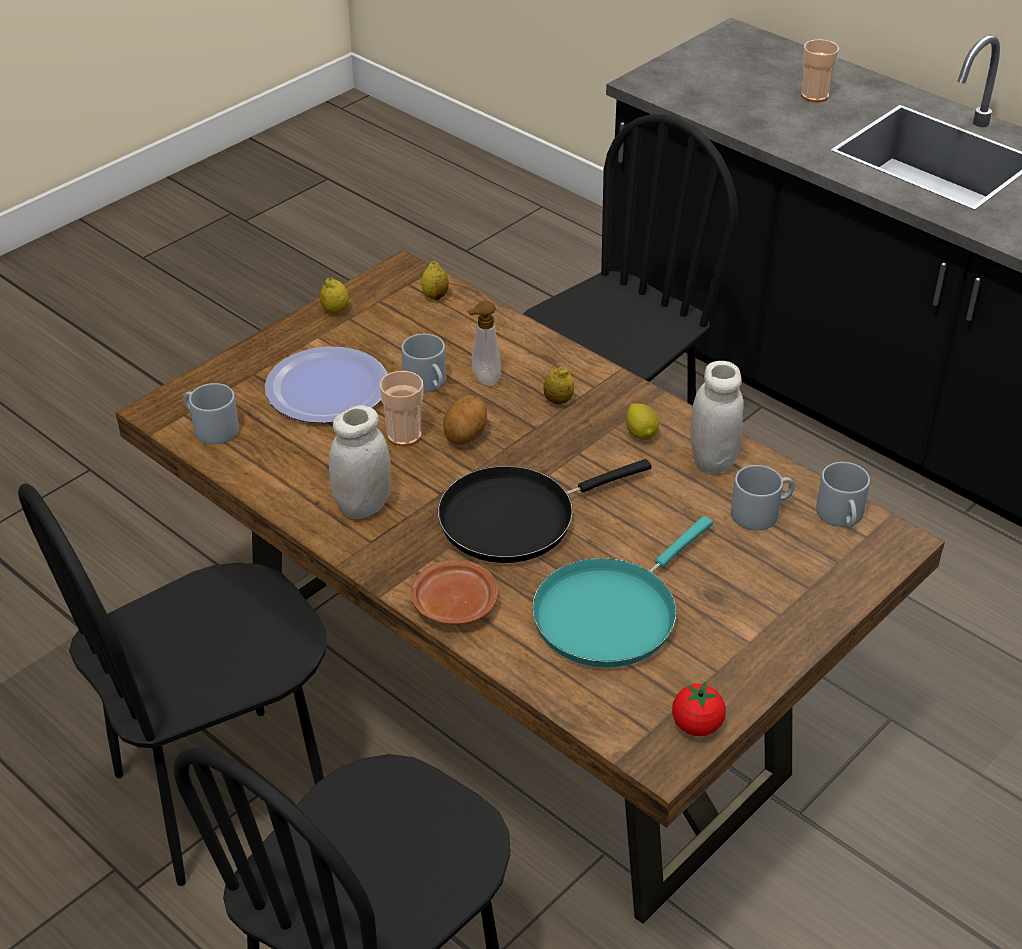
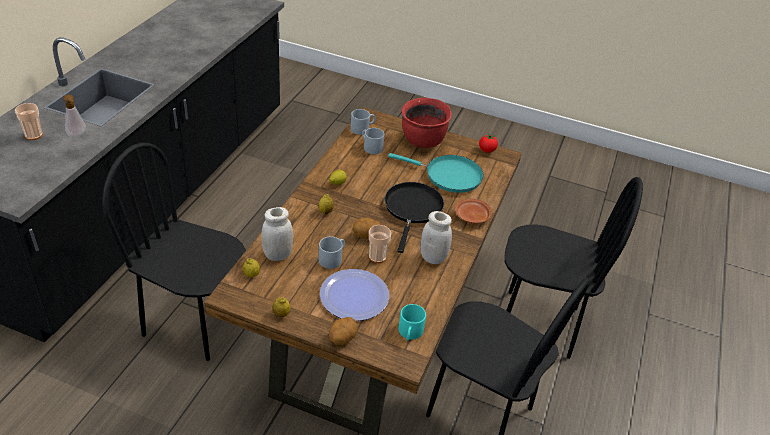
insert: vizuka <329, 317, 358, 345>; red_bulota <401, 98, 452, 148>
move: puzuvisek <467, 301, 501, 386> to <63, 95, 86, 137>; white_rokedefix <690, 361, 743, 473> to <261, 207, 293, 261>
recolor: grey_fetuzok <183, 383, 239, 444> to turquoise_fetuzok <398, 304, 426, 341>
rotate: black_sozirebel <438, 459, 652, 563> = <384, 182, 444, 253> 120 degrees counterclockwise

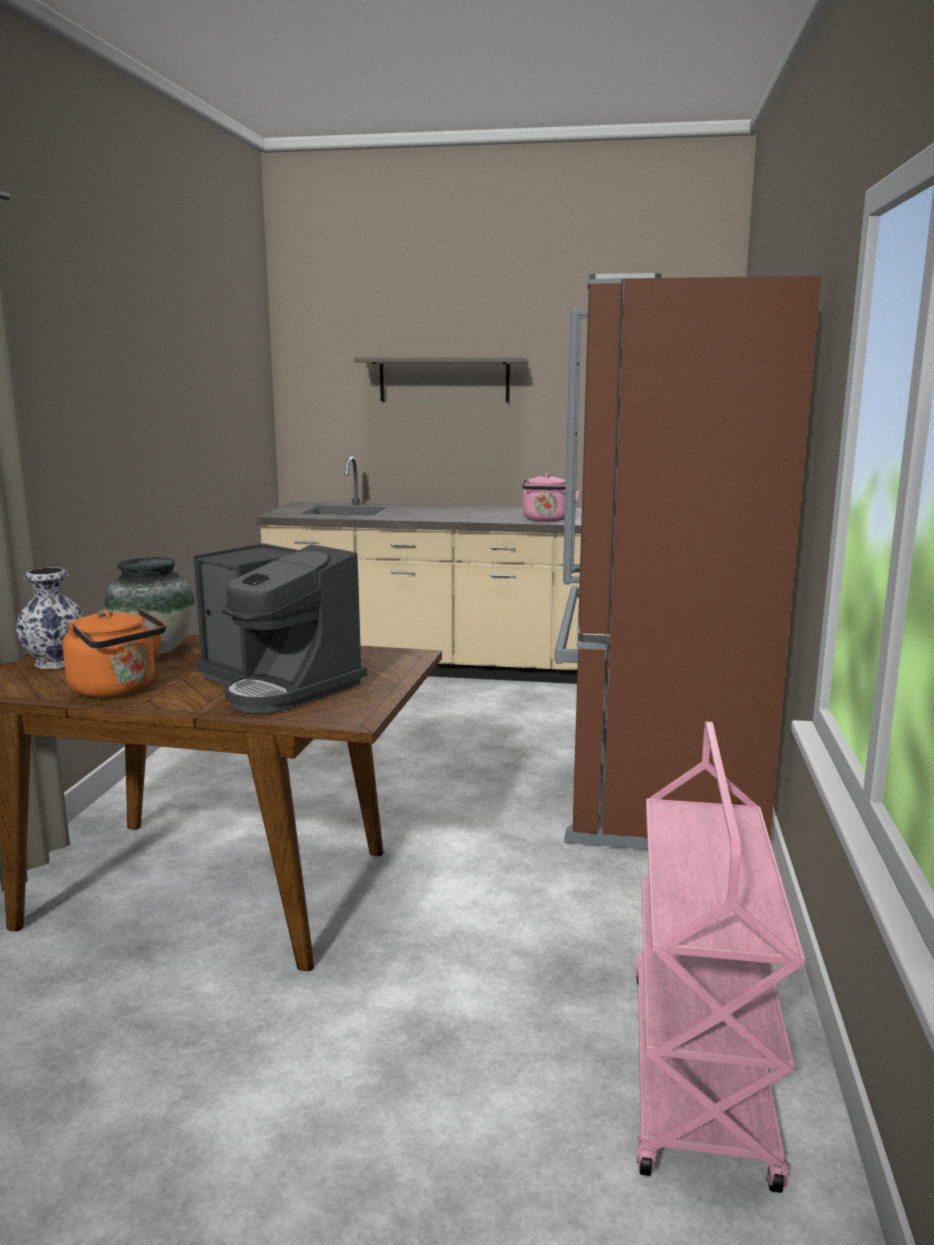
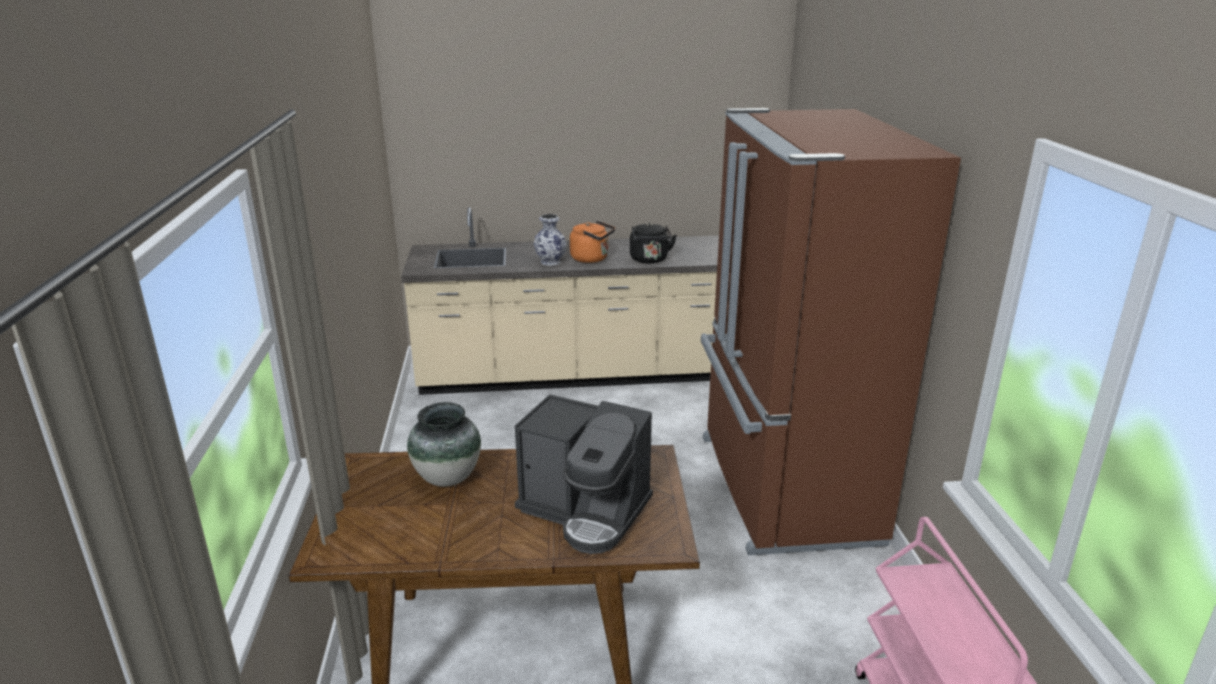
delete: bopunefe <354, 357, 526, 402>
move: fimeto <16, 568, 85, 669> to <534, 214, 567, 266>; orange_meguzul <63, 608, 166, 698> to <570, 220, 615, 263>
recolor: pink_meguzul <522, 473, 581, 522> to black_meguzul <630, 223, 677, 263>

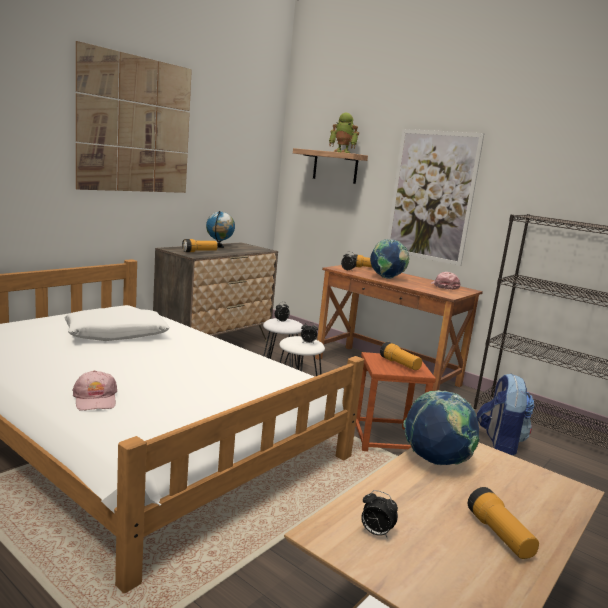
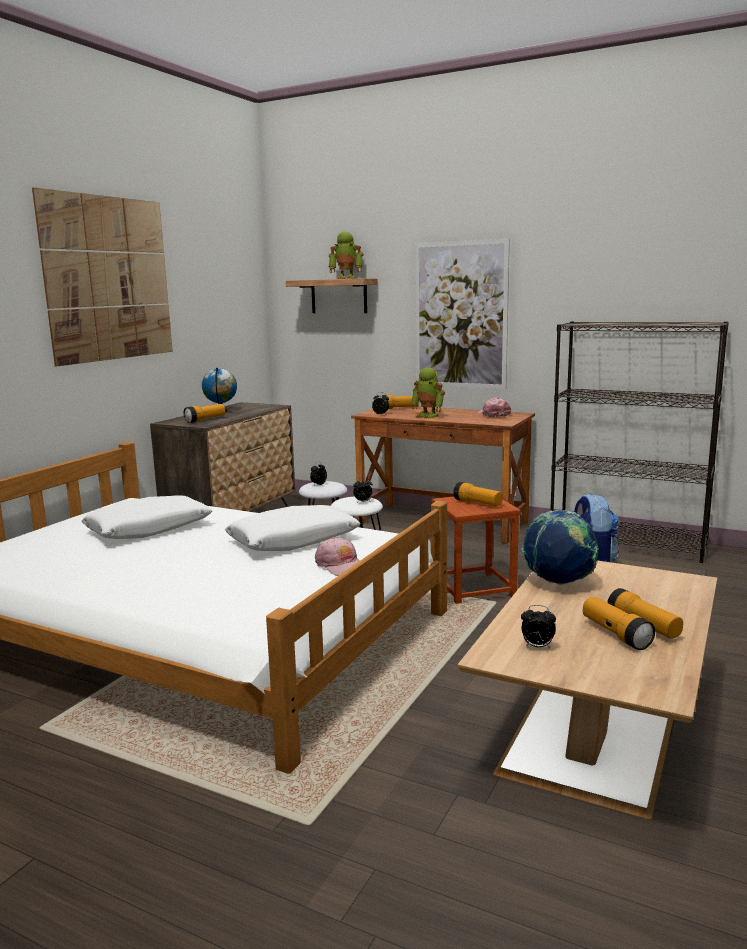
insert: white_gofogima <225, 505, 360, 551>; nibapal <583, 597, 655, 650>
move: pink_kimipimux <72, 370, 117, 411> to <315, 537, 360, 576>
replace: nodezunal <370, 239, 410, 279> to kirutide <411, 367, 445, 419>

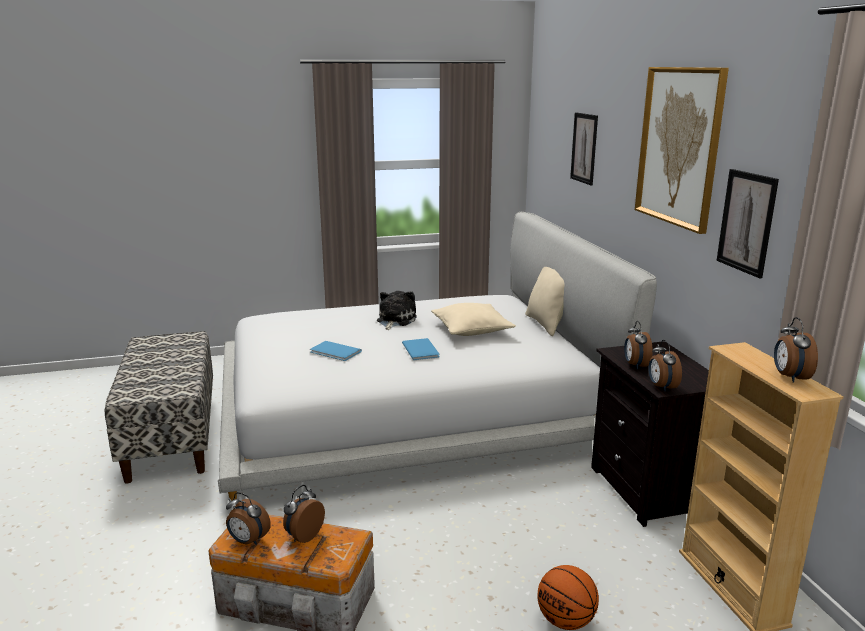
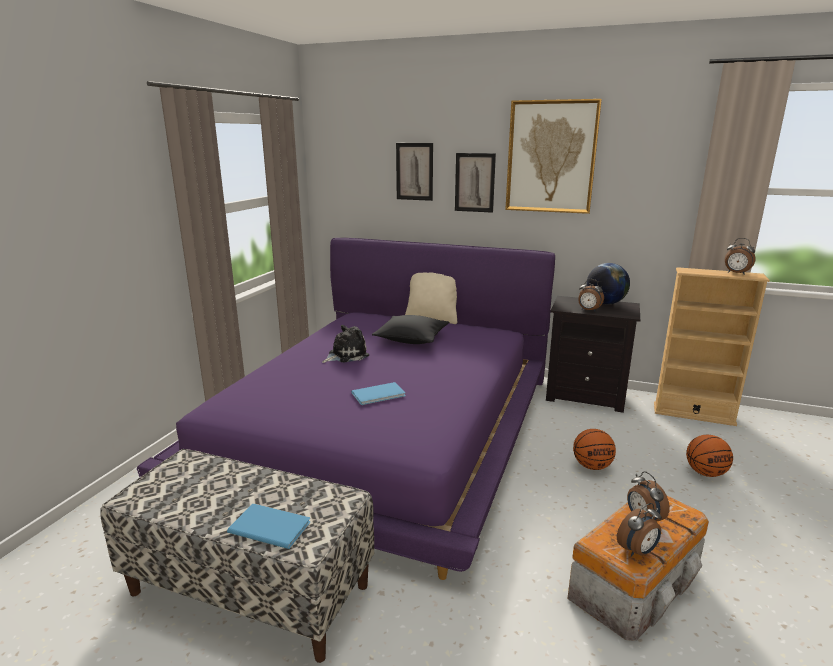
delete: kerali <648, 340, 682, 391>
insert: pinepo <573, 429, 616, 470>; nodezunal <586, 263, 630, 304>
move: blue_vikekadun <402, 338, 440, 360> to <227, 504, 311, 549>; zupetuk <716, 169, 779, 278> to <455, 153, 496, 213>
recolor: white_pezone <218, 212, 657, 500> to purple_pezone <137, 238, 555, 580>; beige_gofogima <431, 303, 516, 336> to black_gofogima <372, 315, 449, 344>
rotate: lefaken <377, 291, 417, 330> = <322, 325, 369, 363> 90 degrees clockwise

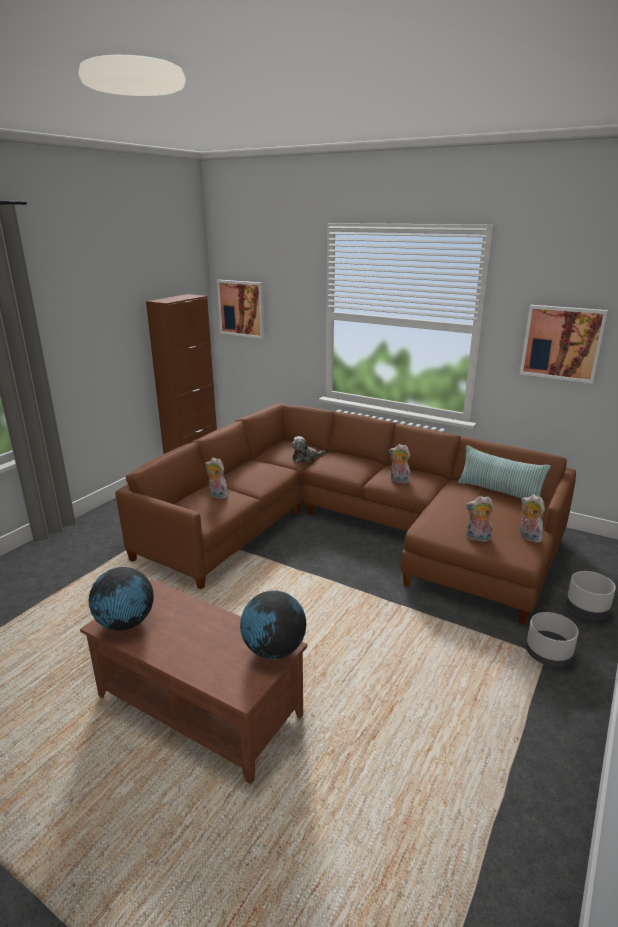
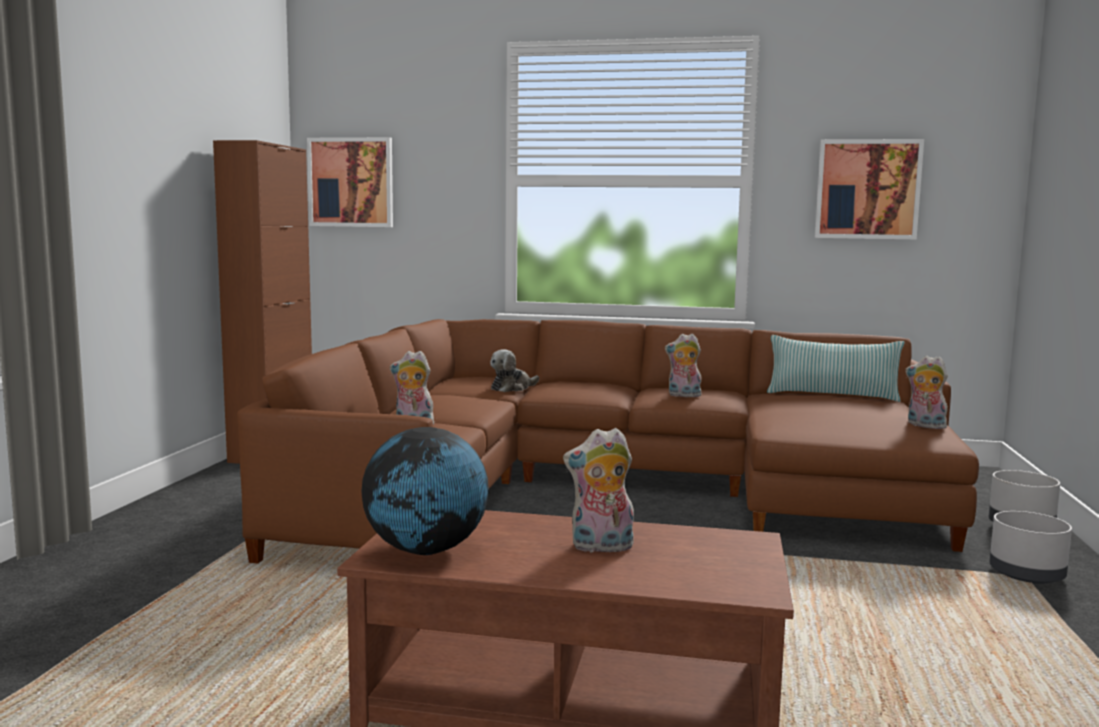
delete: nodezunal <240, 590, 306, 659>
move: lefaken <466, 496, 494, 542> to <563, 428, 634, 552>

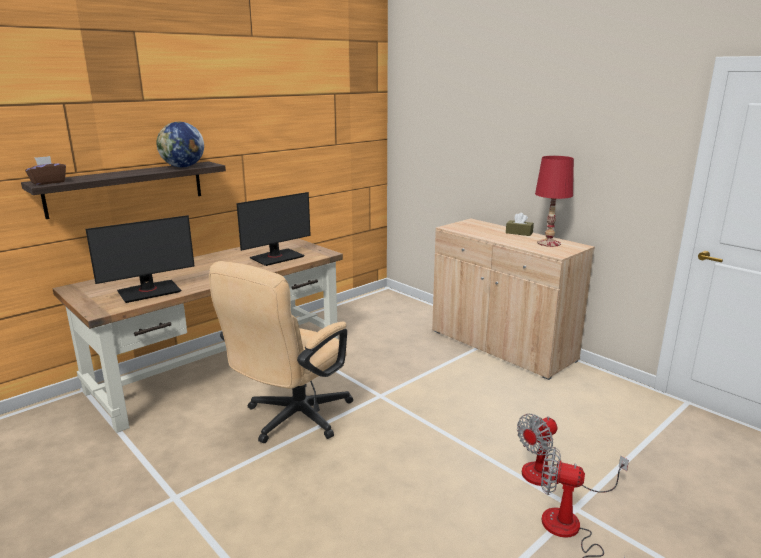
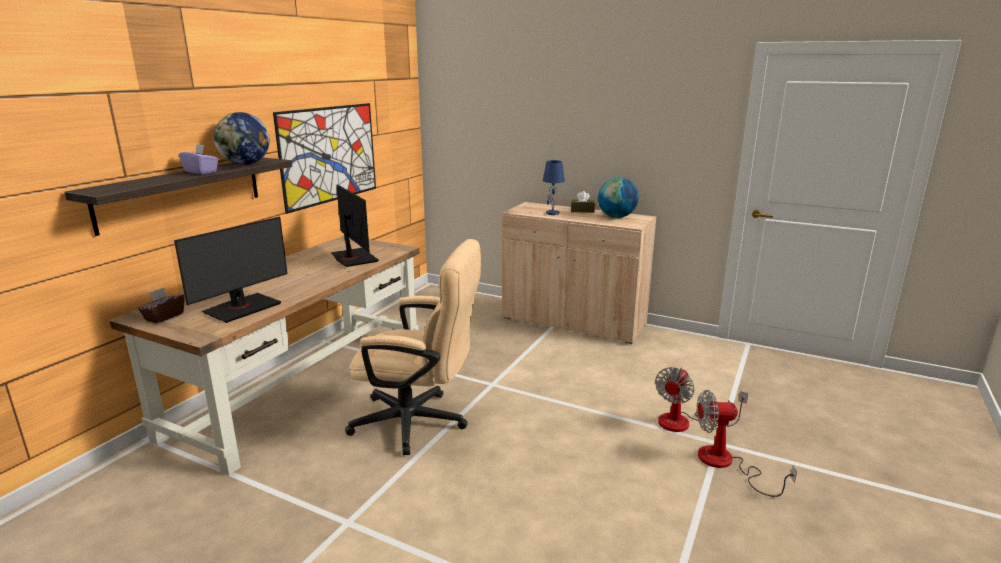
insert: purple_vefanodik <179, 144, 219, 174>; zupetuk <273, 103, 376, 214>; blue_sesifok <543, 160, 565, 215>
move: brown_vefanodik <25, 156, 66, 185> to <138, 287, 185, 323>
replace: red_sesifok <535, 156, 574, 247> to nodezunal <598, 177, 639, 218>
rotate: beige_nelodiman <209, 261, 353, 443> = <345, 239, 481, 455> 90 degrees counterclockwise; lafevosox <236, 192, 311, 266> = <331, 184, 379, 267> 60 degrees counterclockwise

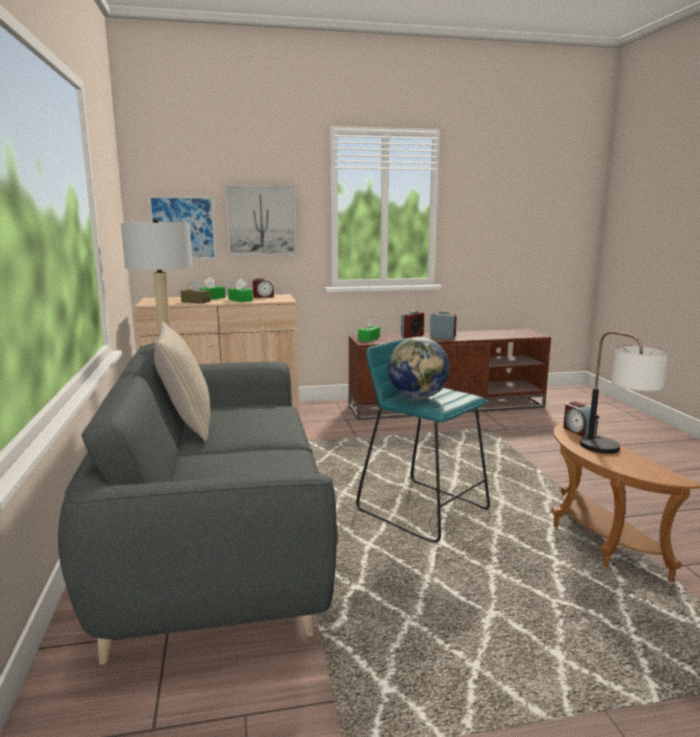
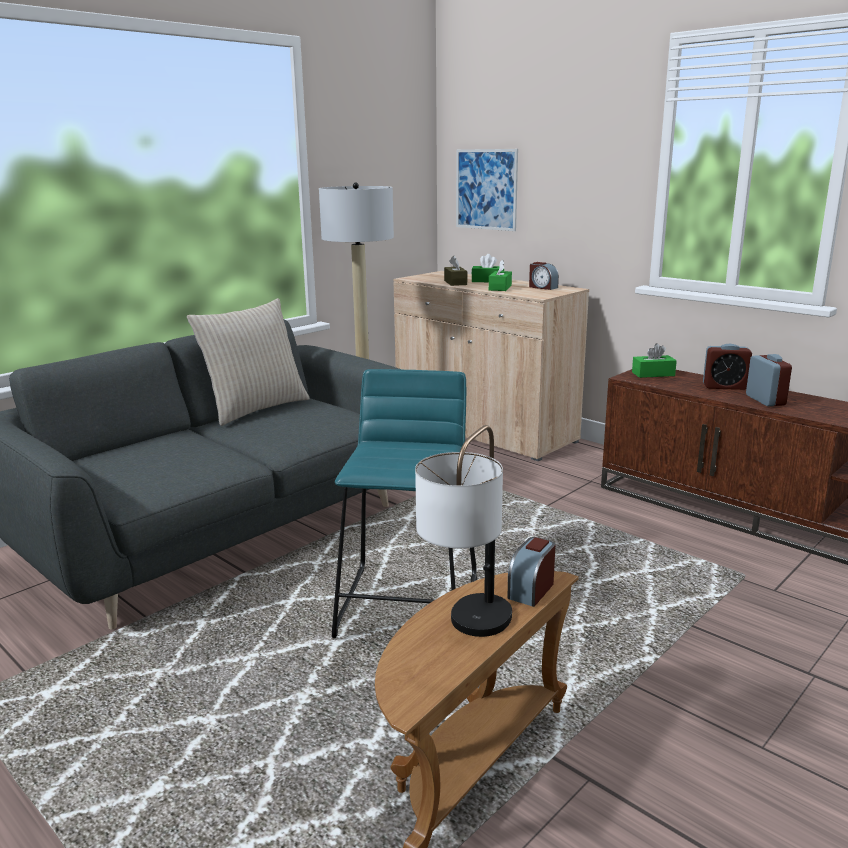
delete: zupetuk <226, 185, 296, 255>; nodezunal <387, 337, 450, 399>

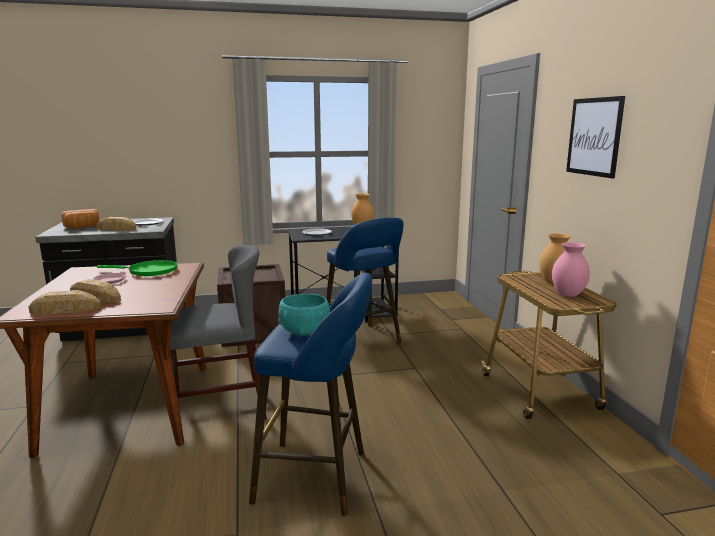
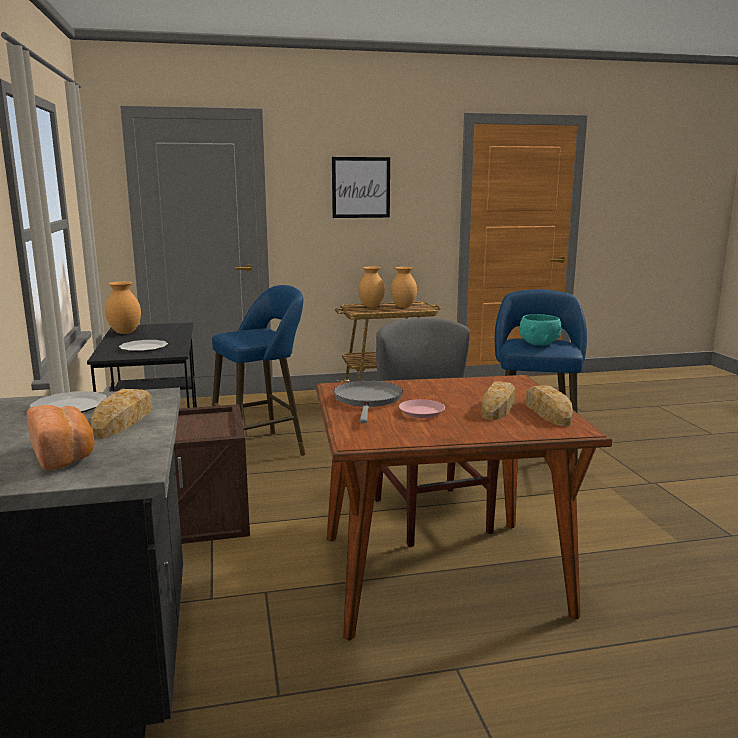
recolor: green_sozirebel <97, 260, 178, 276> to grey_sozirebel <334, 381, 403, 423>; pink_fimeto <552, 242, 590, 297> to brown_fimeto <391, 267, 417, 308>

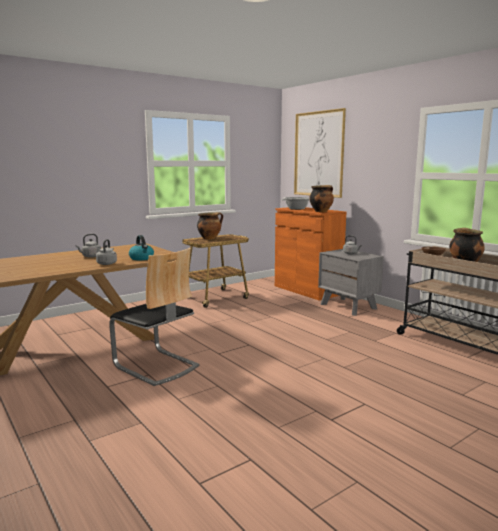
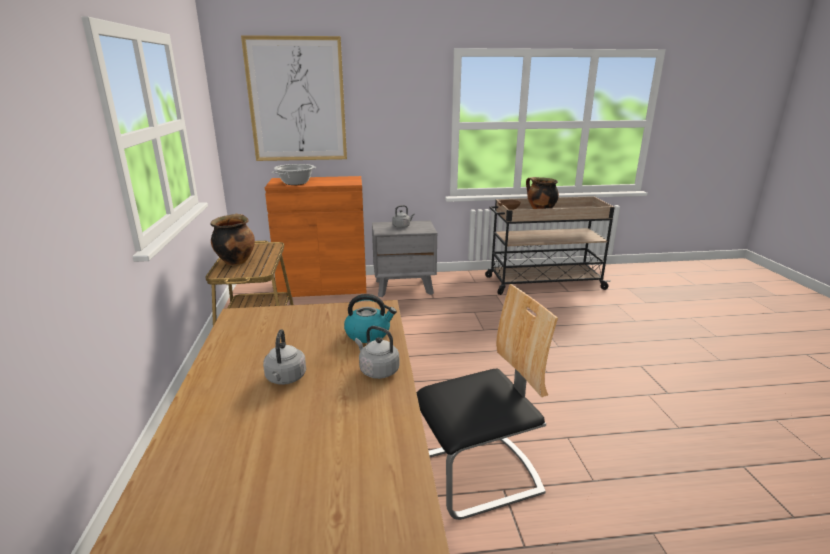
delete: bulota <309, 185, 334, 212>

